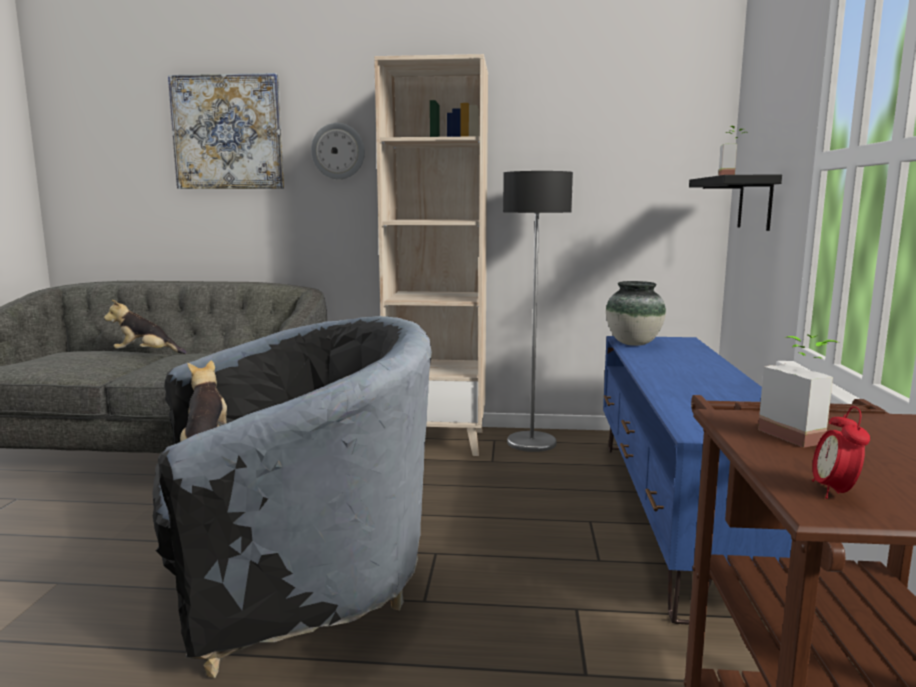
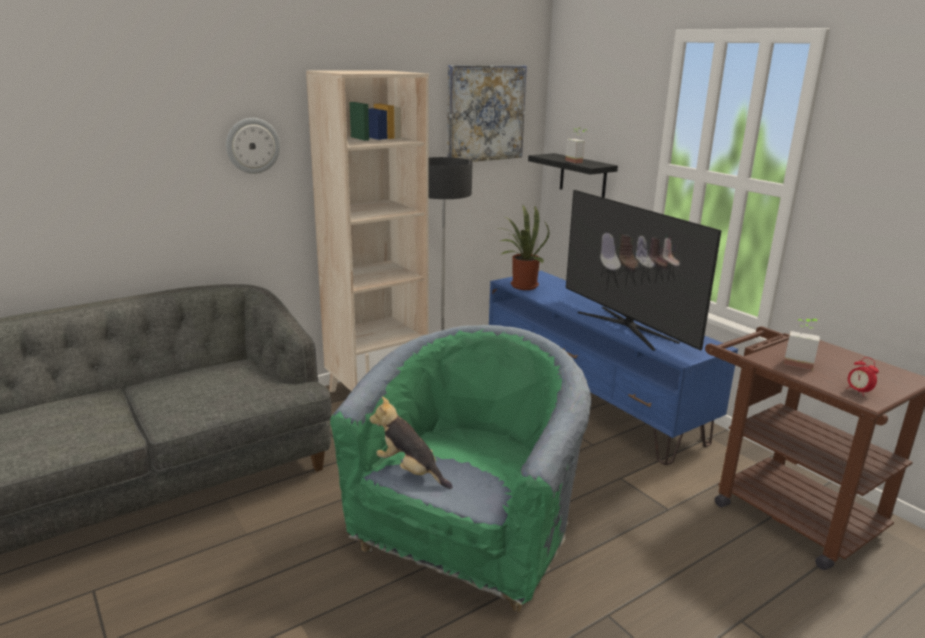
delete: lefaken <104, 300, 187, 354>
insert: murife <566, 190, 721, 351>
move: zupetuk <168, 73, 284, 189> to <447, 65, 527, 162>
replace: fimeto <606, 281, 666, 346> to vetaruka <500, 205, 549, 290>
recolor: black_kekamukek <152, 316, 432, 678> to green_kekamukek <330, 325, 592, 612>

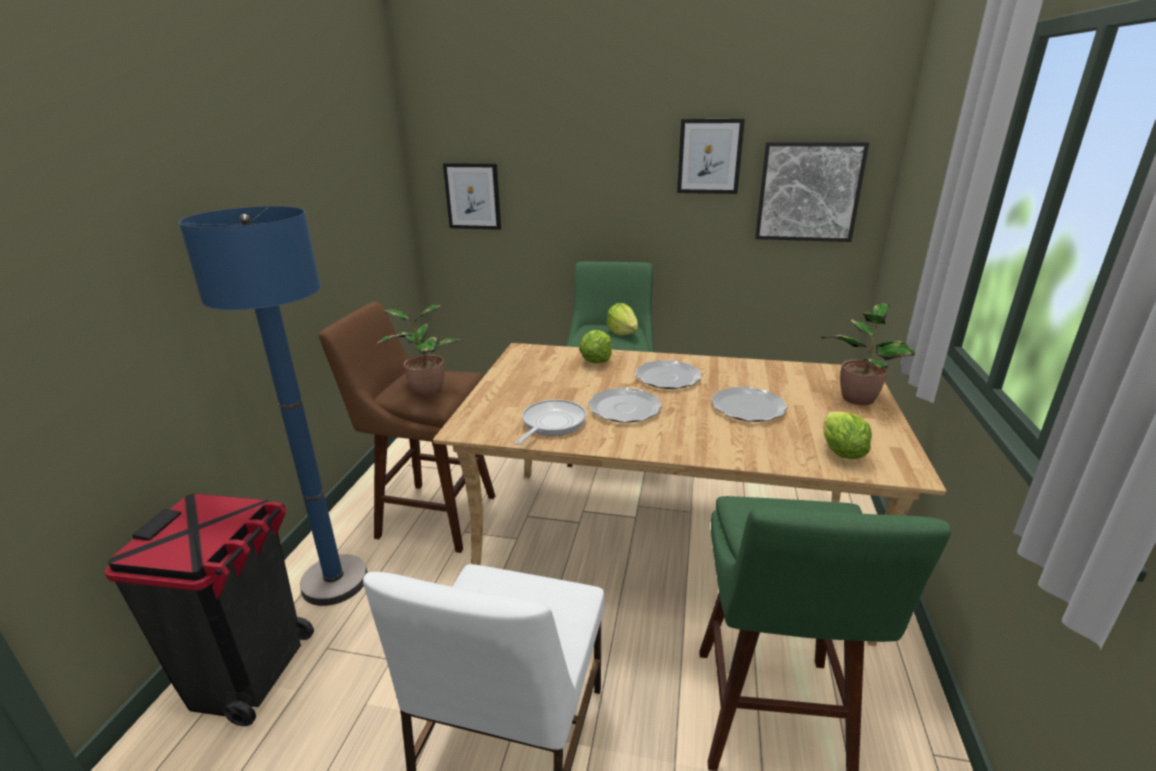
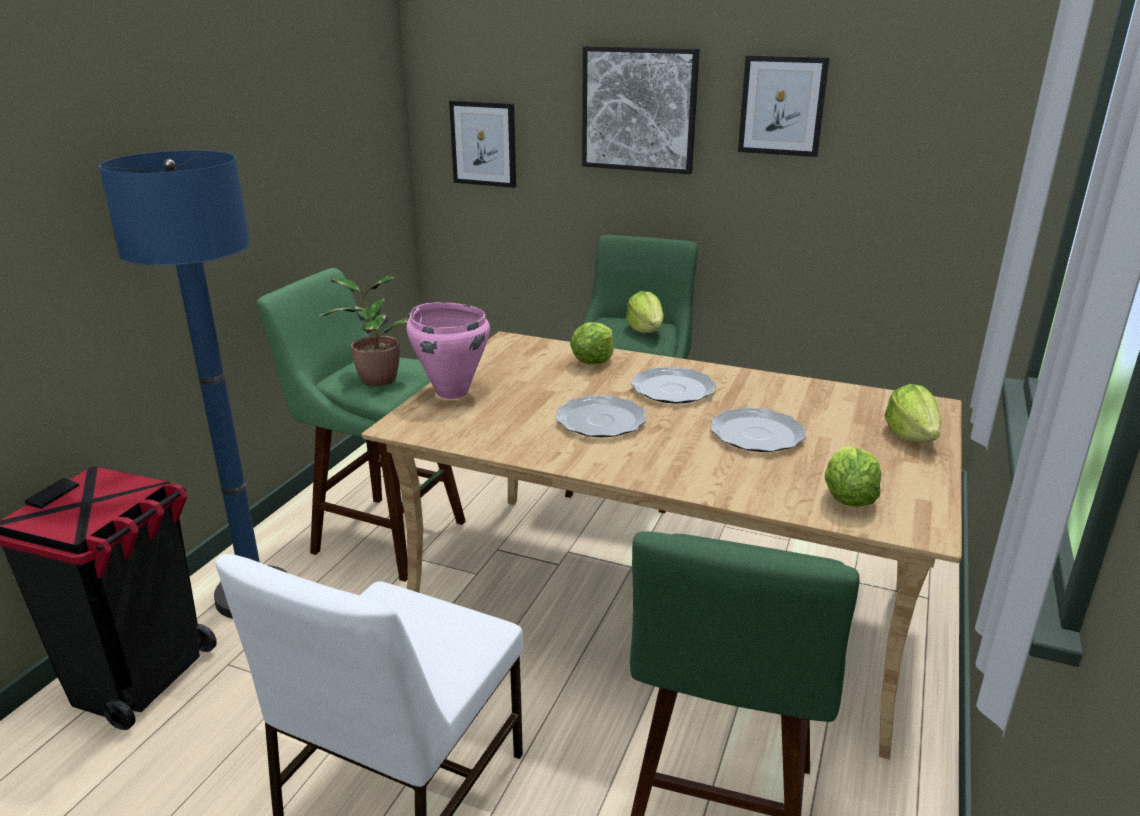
delete: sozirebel <515, 399, 586, 445>
insert: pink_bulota <406, 302, 490, 399>
move: zupetuk <755, 142, 869, 242> to <582, 46, 700, 174>
replace: vetaruka <821, 303, 915, 405> to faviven <885, 384, 941, 442>
recolor: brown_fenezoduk <319, 302, 495, 553> to green_fenezoduk <257, 268, 466, 582>

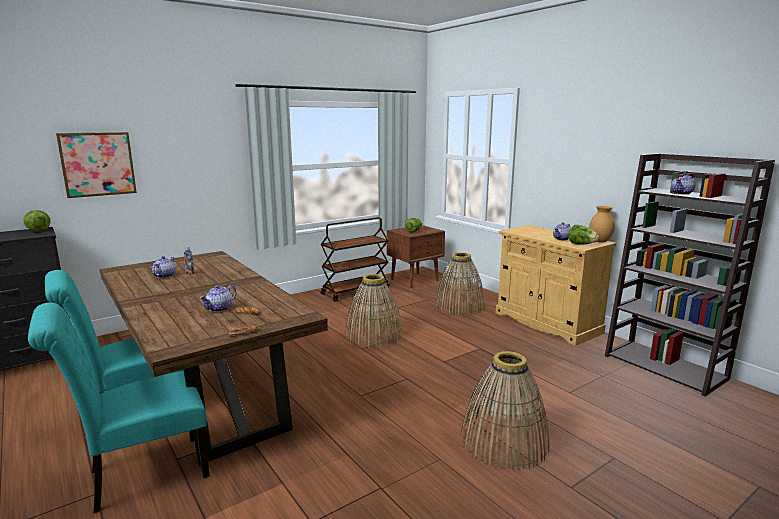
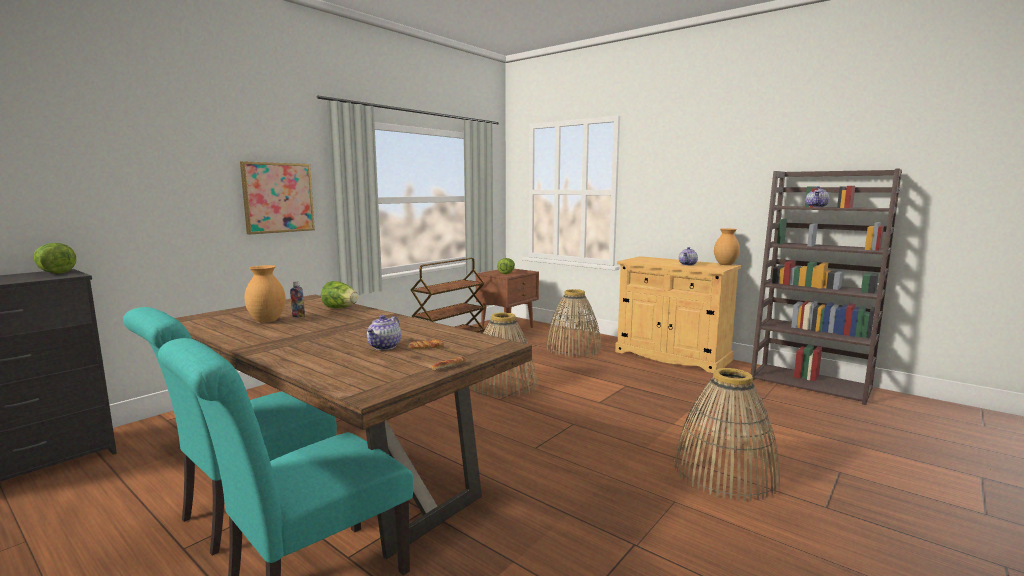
move: zupetuk <56, 132, 137, 198> to <240, 161, 315, 235>; faviven <569, 225, 599, 245> to <321, 281, 359, 308>
replace: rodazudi <152, 256, 176, 278> to brown_fimeto <245, 265, 286, 323>

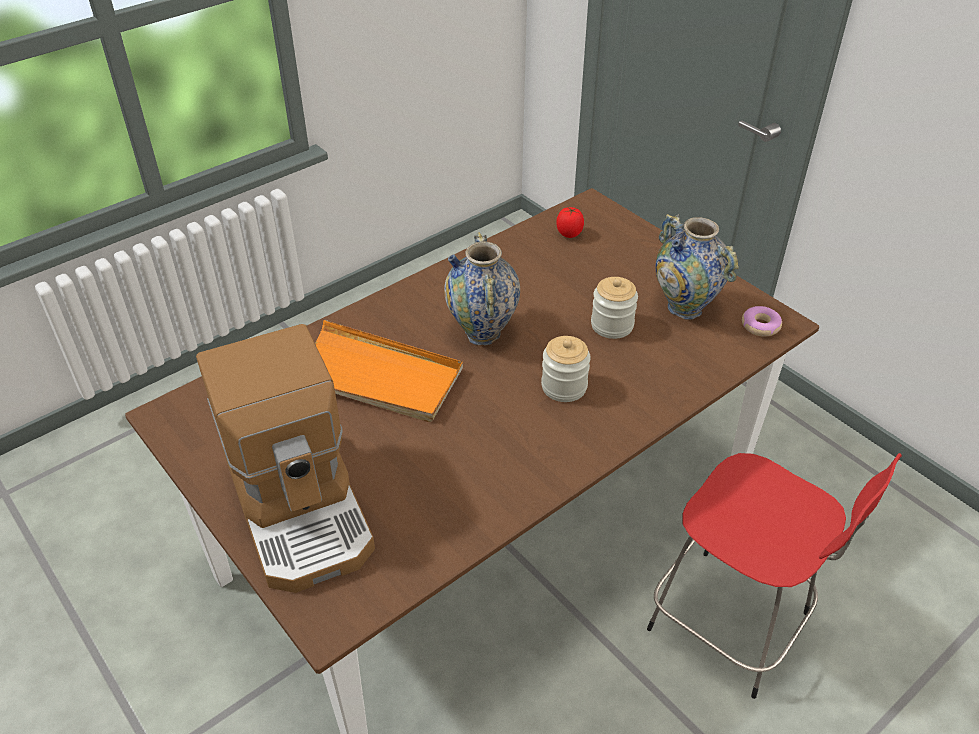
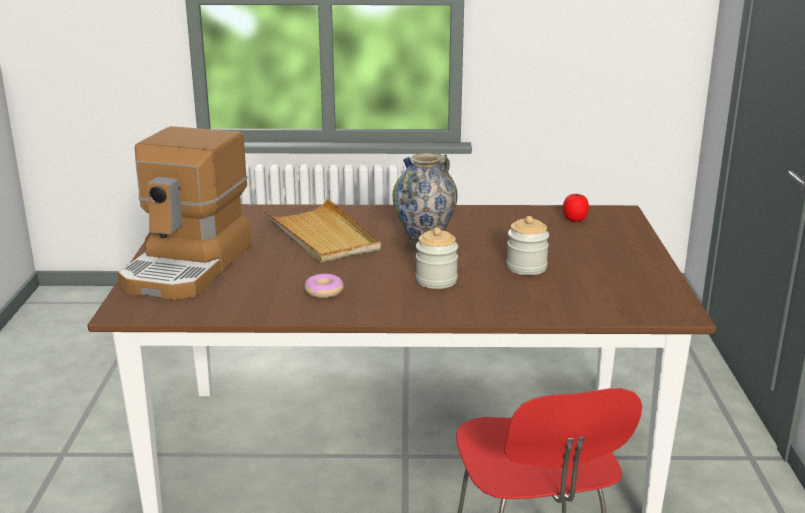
delete: fimeto <656, 214, 739, 320>
move: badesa <742, 306, 782, 337> to <304, 274, 344, 298>
recolor: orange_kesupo <315, 320, 463, 422> to beige_kesupo <263, 198, 381, 263>

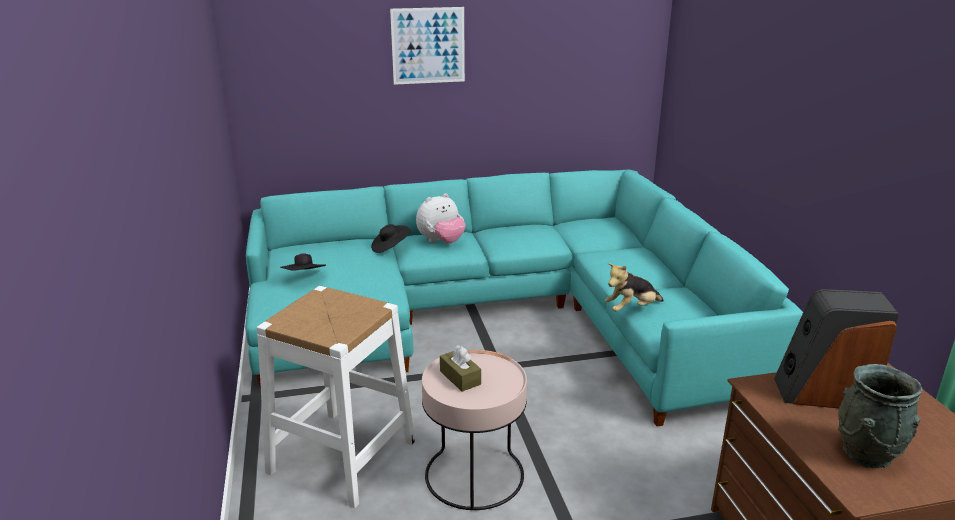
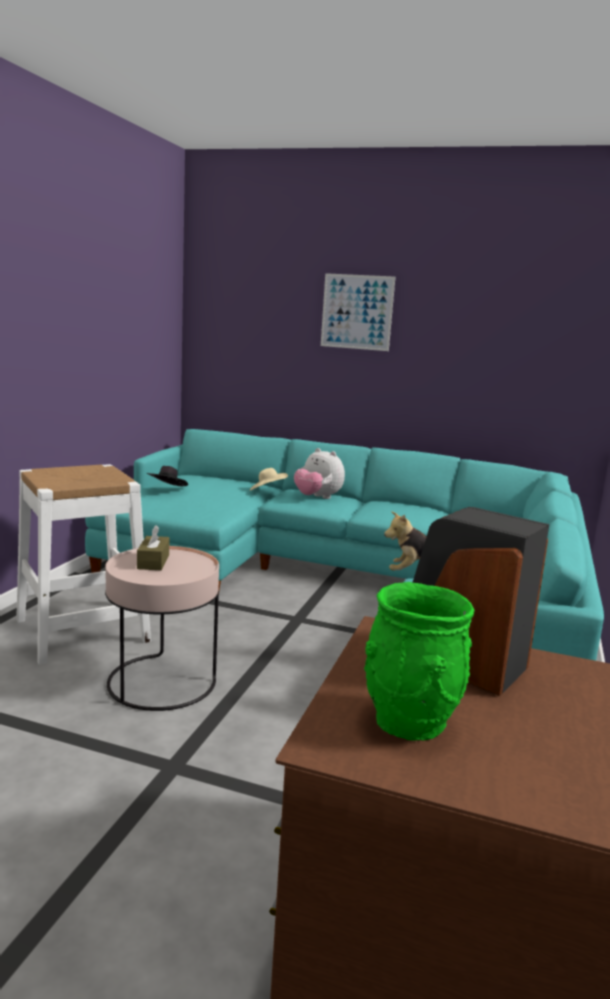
recolor: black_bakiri <371, 224, 411, 253> to beige_bakiri <250, 468, 288, 491>; grey_fimeto <838, 364, 923, 468> to green_fimeto <364, 582, 475, 741>
rotate: lefaken <416, 193, 466, 243> = <294, 448, 345, 499> 45 degrees clockwise

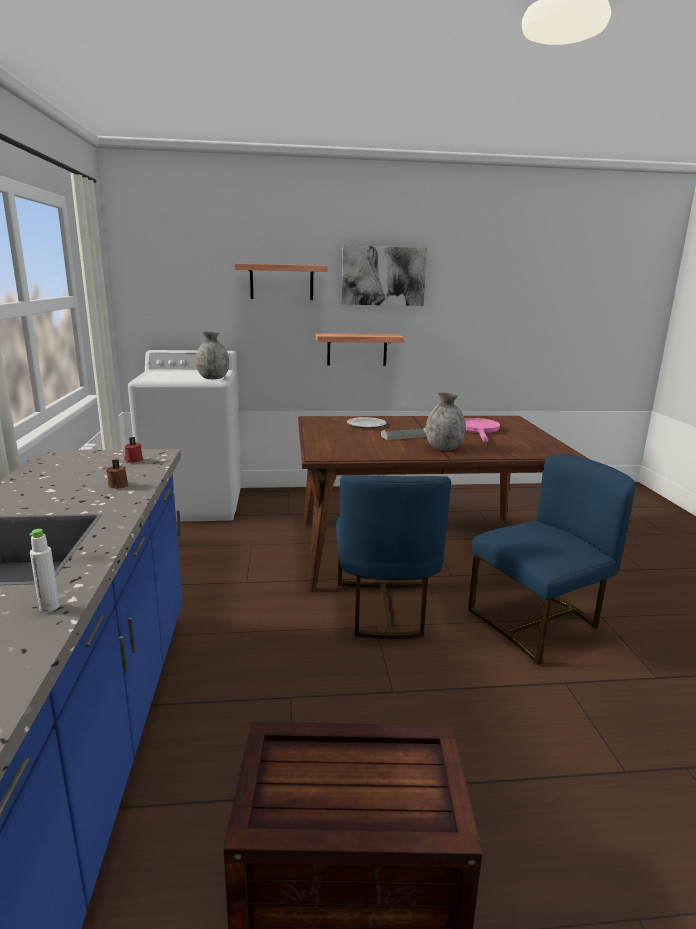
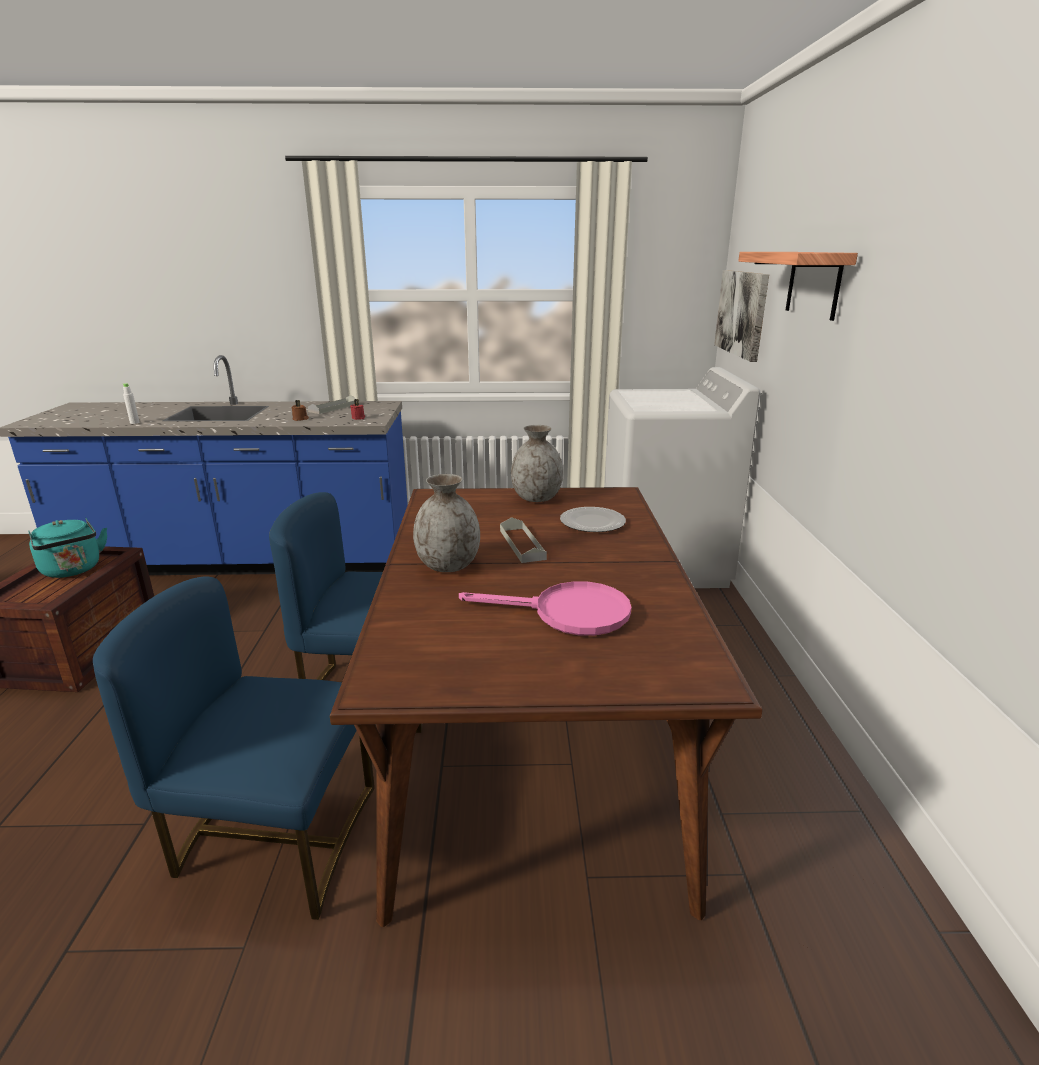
delete: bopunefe <316, 333, 404, 366>
insert: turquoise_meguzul <28, 518, 107, 578>; grey_kesupo <308, 395, 356, 414>
move: grey_fimeto <196, 332, 229, 379> to <511, 425, 563, 502>; zupetuk <342, 245, 427, 306> to <714, 270, 769, 362>
rotate: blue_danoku <468, 454, 635, 665> = <93, 577, 375, 920> 120 degrees clockwise

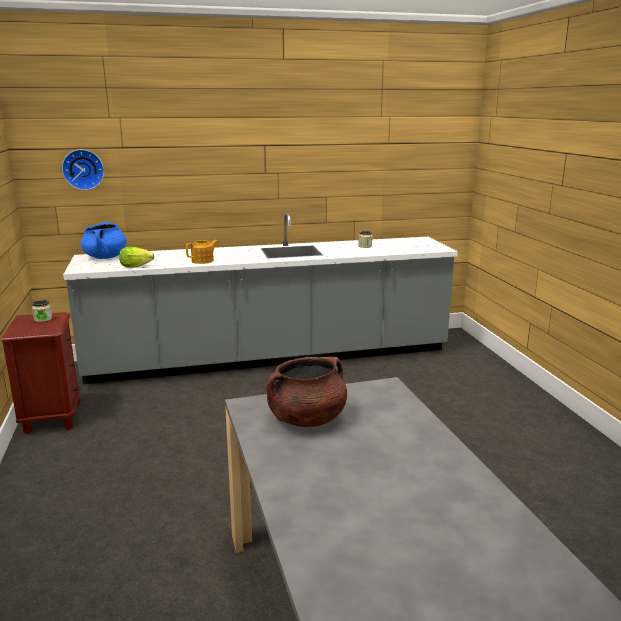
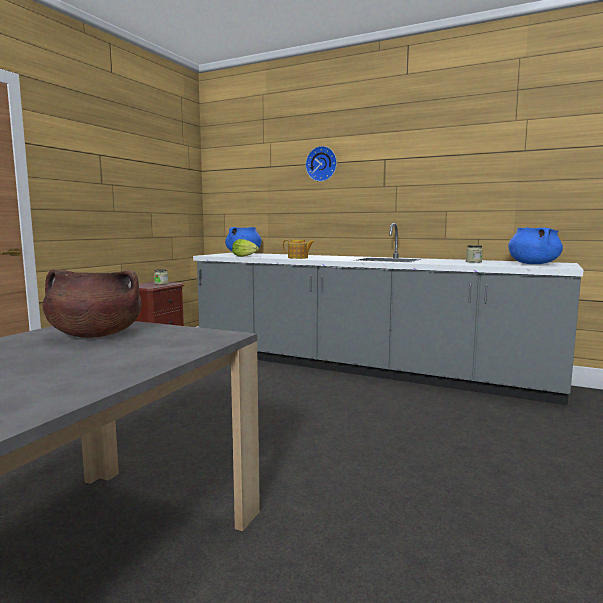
insert: blue_bulota <508, 227, 563, 264>
move: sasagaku <62, 149, 104, 190> to <305, 146, 337, 182>

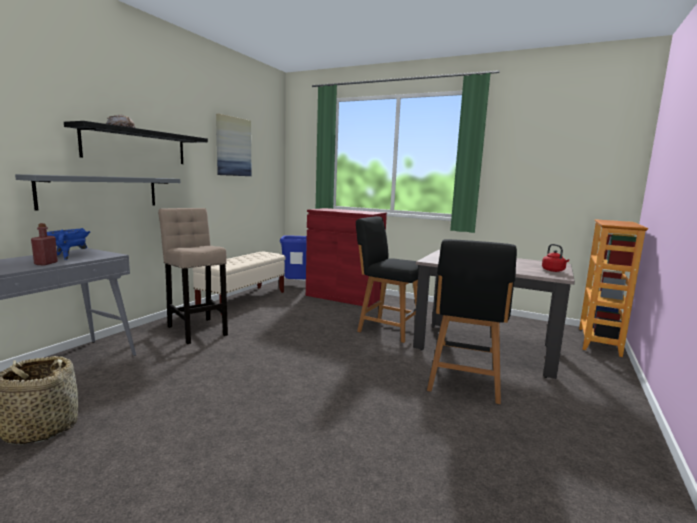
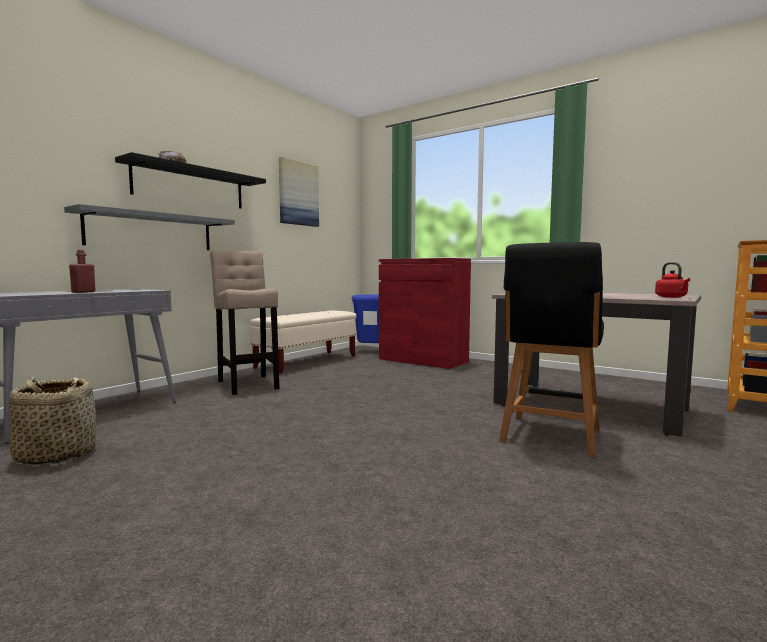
delete: blue_bulota <47, 228, 90, 260>; black_danoku <356, 216, 419, 343>

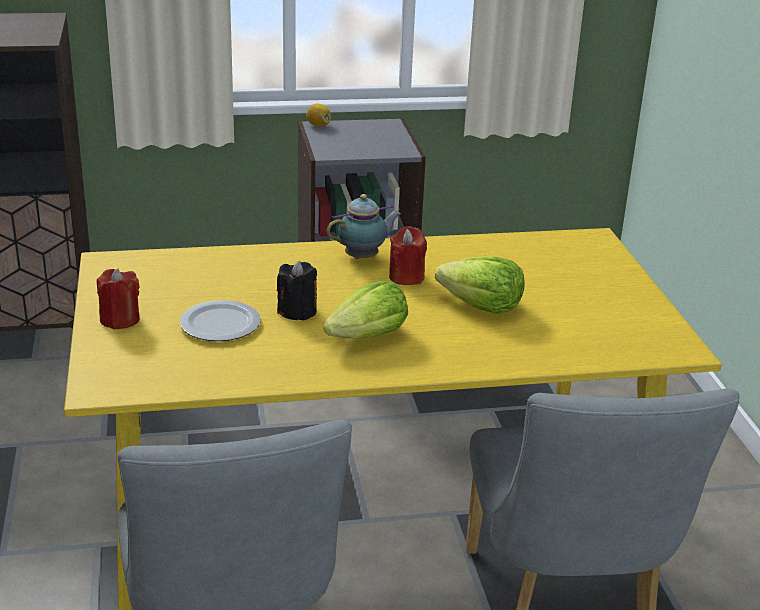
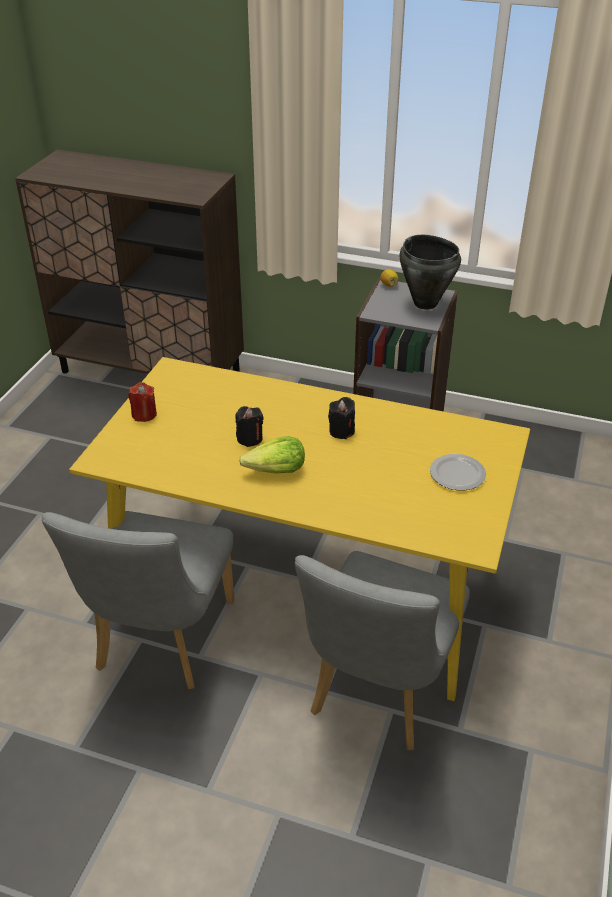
delete: rodazudi <326, 194, 401, 259>; faviven <435, 256, 525, 314>
insert: black_bulota <399, 235, 461, 310>
move: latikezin <180, 300, 261, 341> to <430, 454, 486, 490>
recolor: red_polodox <389, 226, 427, 285> to black_polodox <328, 397, 355, 439>

